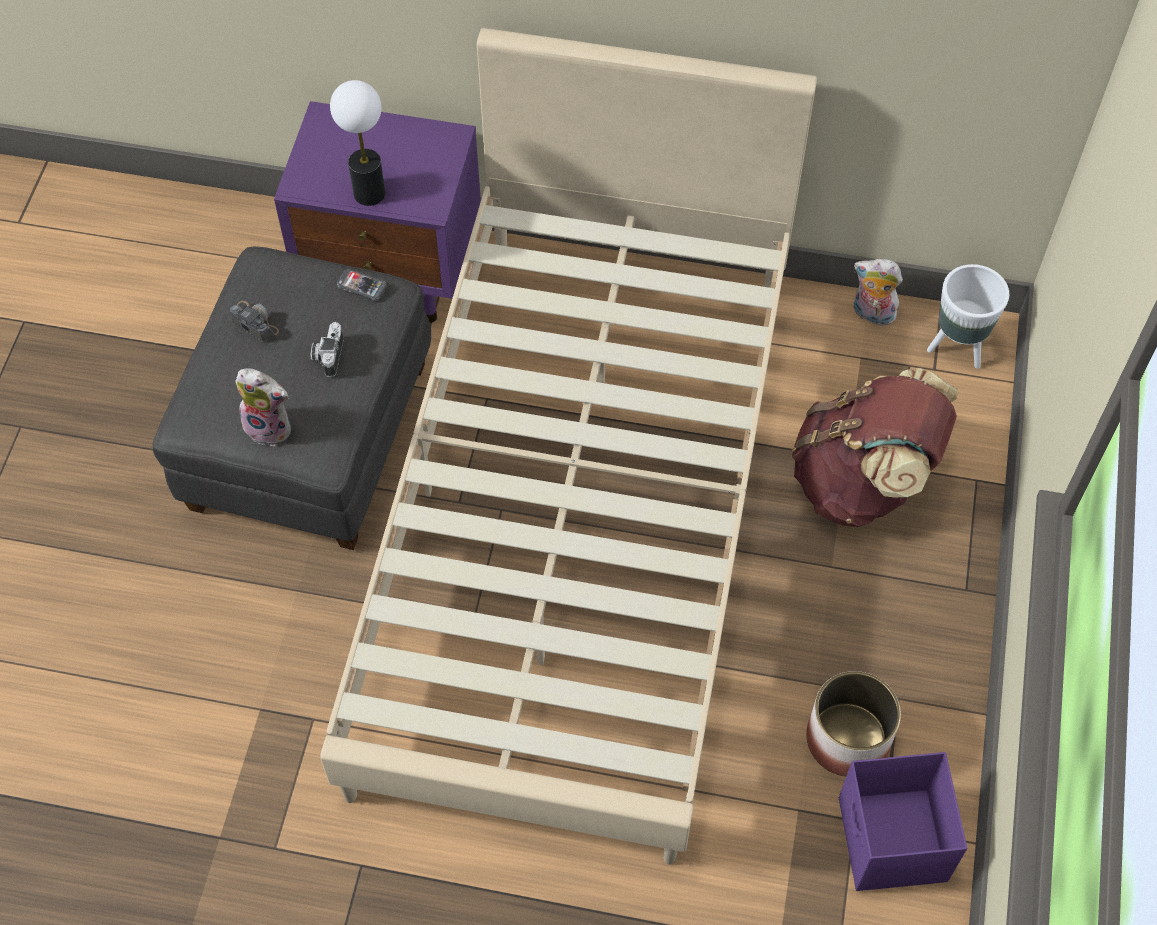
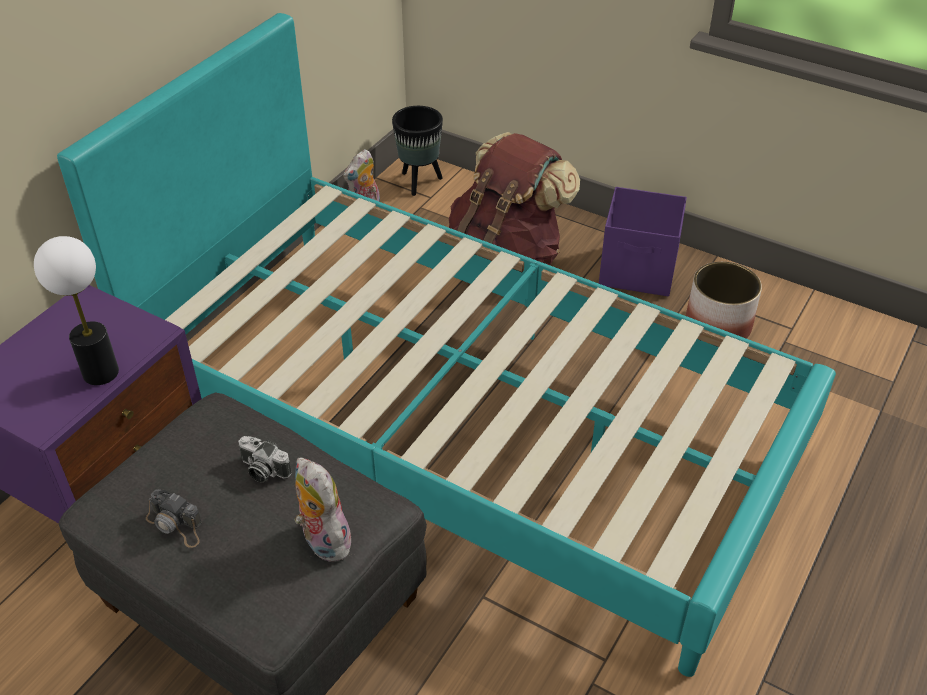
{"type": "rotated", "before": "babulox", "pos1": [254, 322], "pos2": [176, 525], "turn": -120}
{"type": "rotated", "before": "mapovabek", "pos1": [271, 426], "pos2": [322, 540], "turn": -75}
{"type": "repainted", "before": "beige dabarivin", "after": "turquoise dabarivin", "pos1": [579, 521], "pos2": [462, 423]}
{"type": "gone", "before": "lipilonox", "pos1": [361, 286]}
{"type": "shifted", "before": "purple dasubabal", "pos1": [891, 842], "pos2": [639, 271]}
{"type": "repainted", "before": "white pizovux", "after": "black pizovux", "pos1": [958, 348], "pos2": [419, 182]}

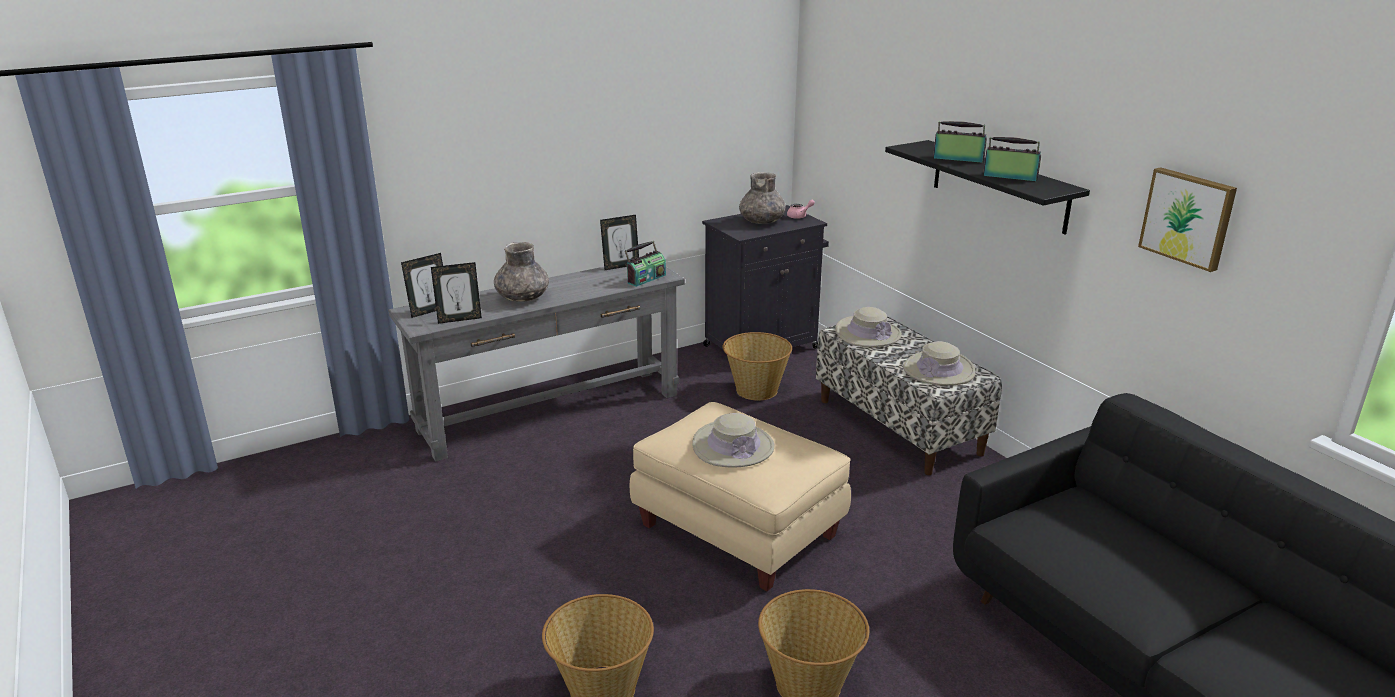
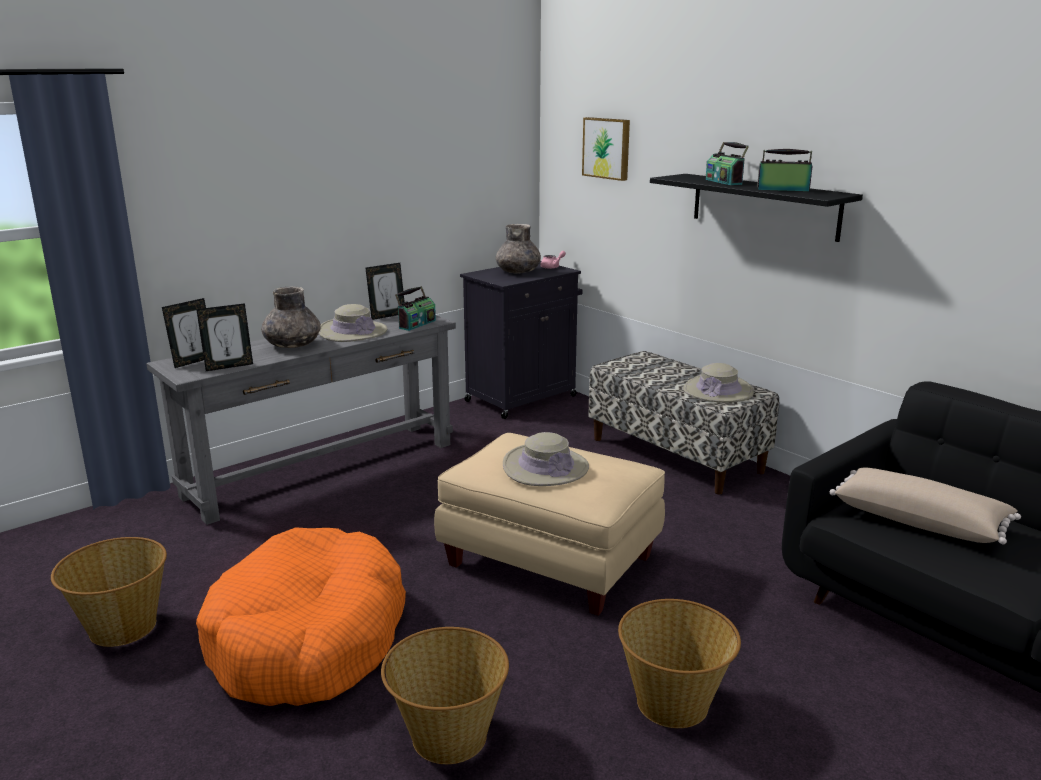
{"type": "shifted", "before": "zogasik", "pos1": [756, 390], "pos2": [122, 627]}
{"type": "shifted", "before": "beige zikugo", "pos1": [868, 333], "pos2": [353, 332]}
{"type": "rotated", "before": "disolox", "pos1": [958, 159], "pos2": [724, 182], "turn": -120}
{"type": "shifted", "before": "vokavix", "pos1": [1188, 218], "pos2": [607, 148]}
{"type": "new", "after": "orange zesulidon", "pos2": [308, 639]}
{"type": "new", "after": "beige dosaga", "pos2": [919, 521]}

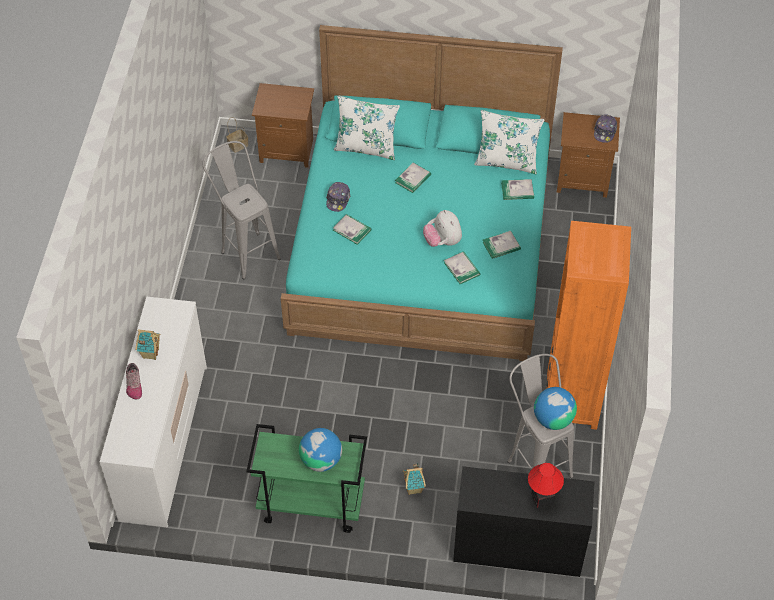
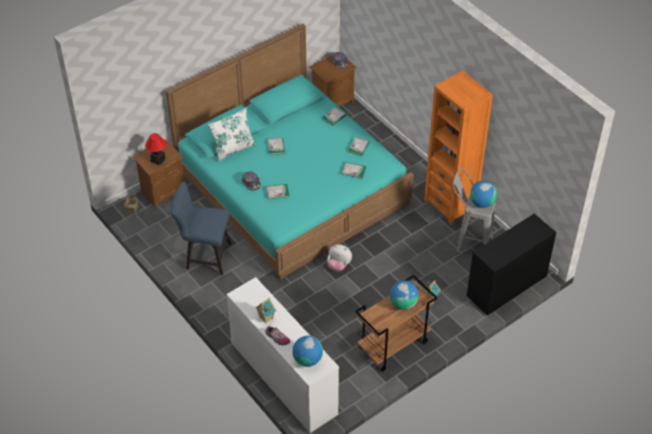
{"type": "swapped", "before": "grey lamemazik", "after": "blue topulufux", "pos1": [246, 250], "pos2": [205, 256]}
{"type": "repainted", "before": "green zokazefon", "after": "brown zokazefon", "pos1": [310, 505], "pos2": [393, 346]}
{"type": "shifted", "before": "mapovabek", "pos1": [442, 241], "pos2": [338, 265]}
{"type": "gone", "before": "white dosaga", "pos1": [507, 161]}
{"type": "shifted", "before": "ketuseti", "pos1": [542, 498], "pos2": [157, 160]}
{"type": "new", "after": "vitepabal", "pos2": [307, 359]}

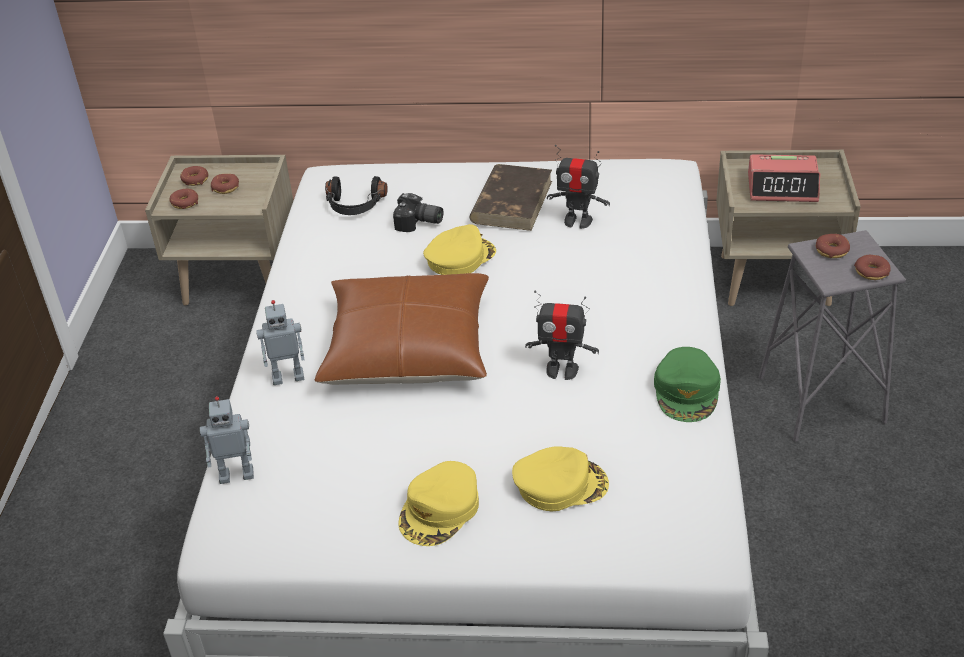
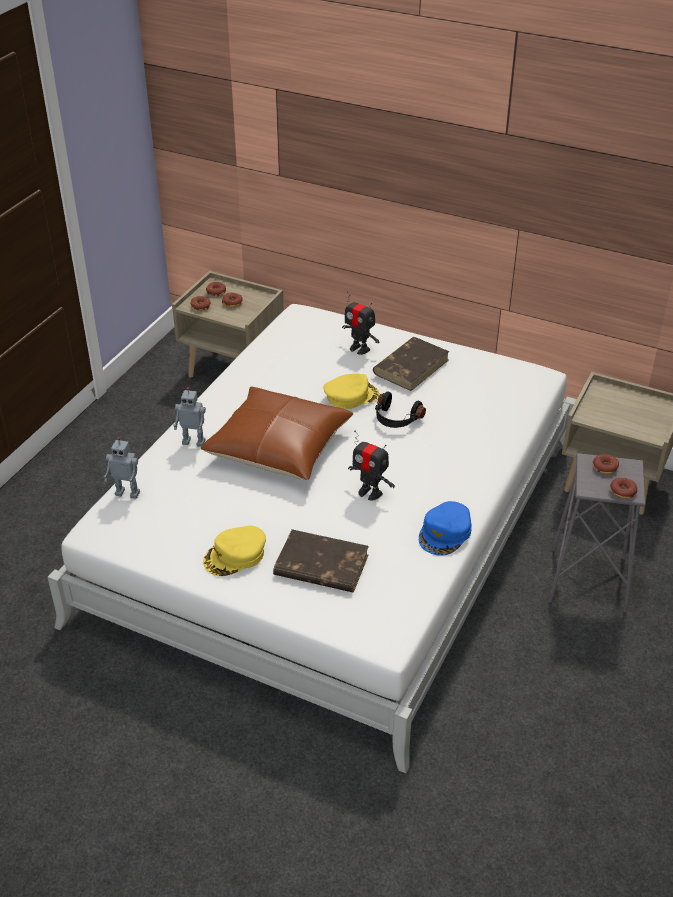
{"type": "shifted", "before": "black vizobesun", "pos1": [355, 206], "pos2": [396, 419]}
{"type": "gone", "before": "babulox", "pos1": [419, 223]}
{"type": "swapped", "before": "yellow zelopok", "after": "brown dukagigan", "pos1": [560, 484], "pos2": [320, 565]}
{"type": "shifted", "before": "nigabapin", "pos1": [577, 221], "pos2": [359, 349]}
{"type": "repainted", "before": "green zelopok", "after": "blue zelopok", "pos1": [687, 391], "pos2": [445, 533]}
{"type": "gone", "before": "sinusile", "pos1": [782, 187]}

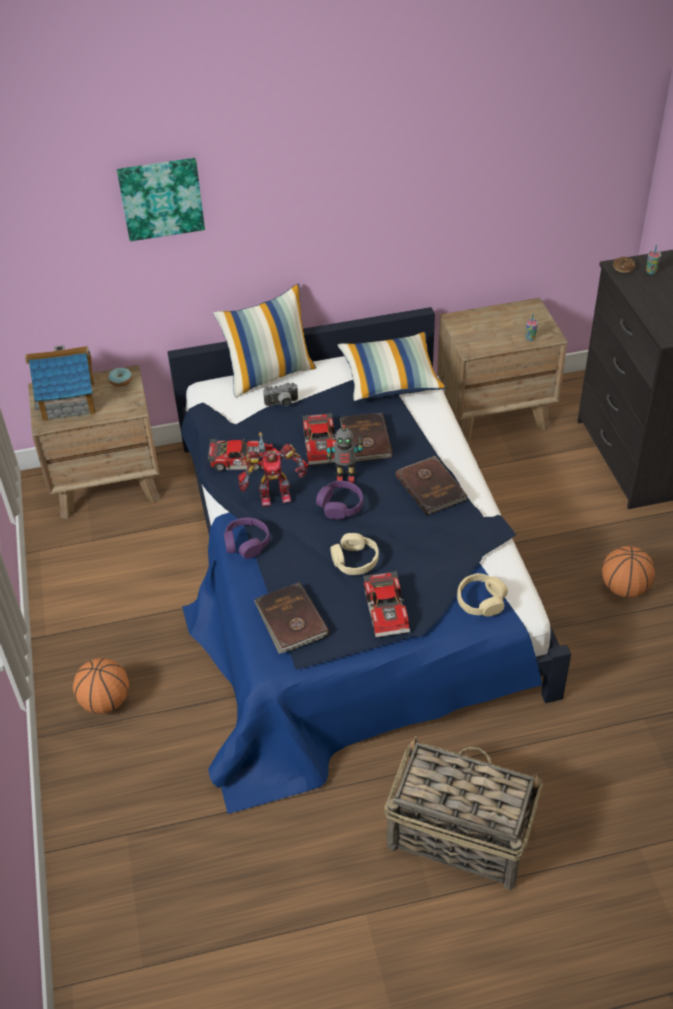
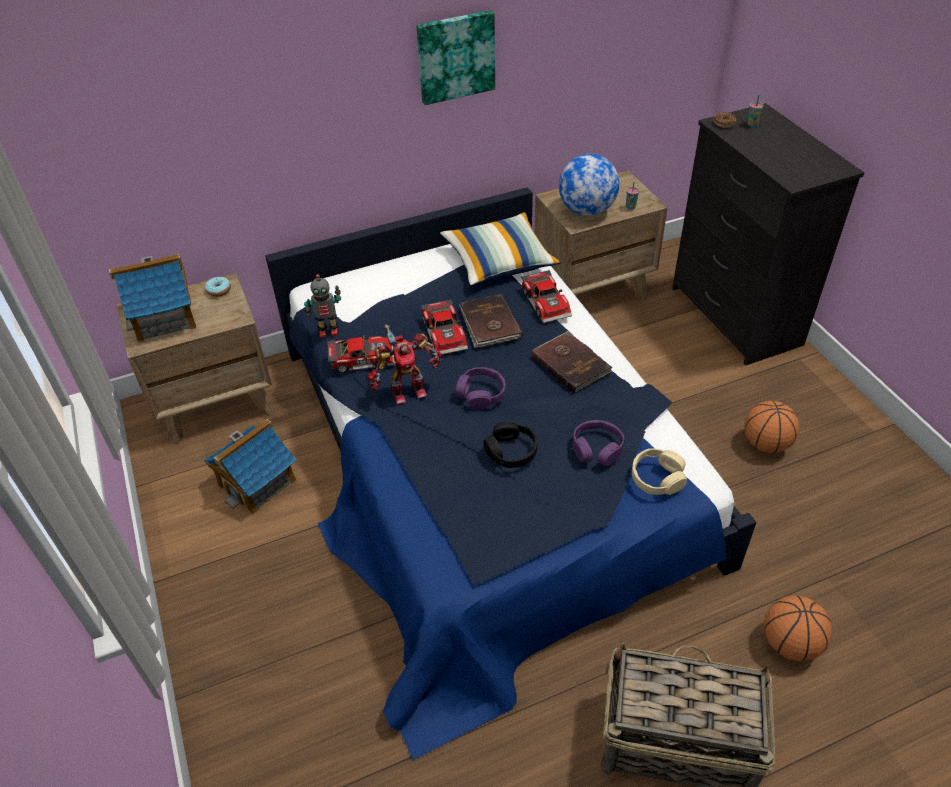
{"type": "shifted", "before": "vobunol", "pos1": [105, 701], "pos2": [790, 643]}
{"type": "shifted", "before": "vokavix", "pos1": [161, 198], "pos2": [455, 56]}
{"type": "gone", "before": "dosaga", "pos1": [270, 374]}
{"type": "shifted", "before": "purple vizobesun", "pos1": [246, 543], "pos2": [597, 448]}
{"type": "gone", "before": "brown dukagigan", "pos1": [290, 620]}
{"type": "gone", "before": "babulox", "pos1": [282, 404]}
{"type": "shifted", "before": "nigabapin", "pos1": [345, 477], "pos2": [328, 331]}
{"type": "repainted", "before": "beige vizobesun", "after": "black vizobesun", "pos1": [355, 560], "pos2": [511, 451]}
{"type": "shifted", "before": "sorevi", "pos1": [388, 609], "pos2": [547, 302]}
{"type": "new", "after": "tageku", "pos2": [257, 482]}
{"type": "new", "after": "vitepabal", "pos2": [586, 211]}

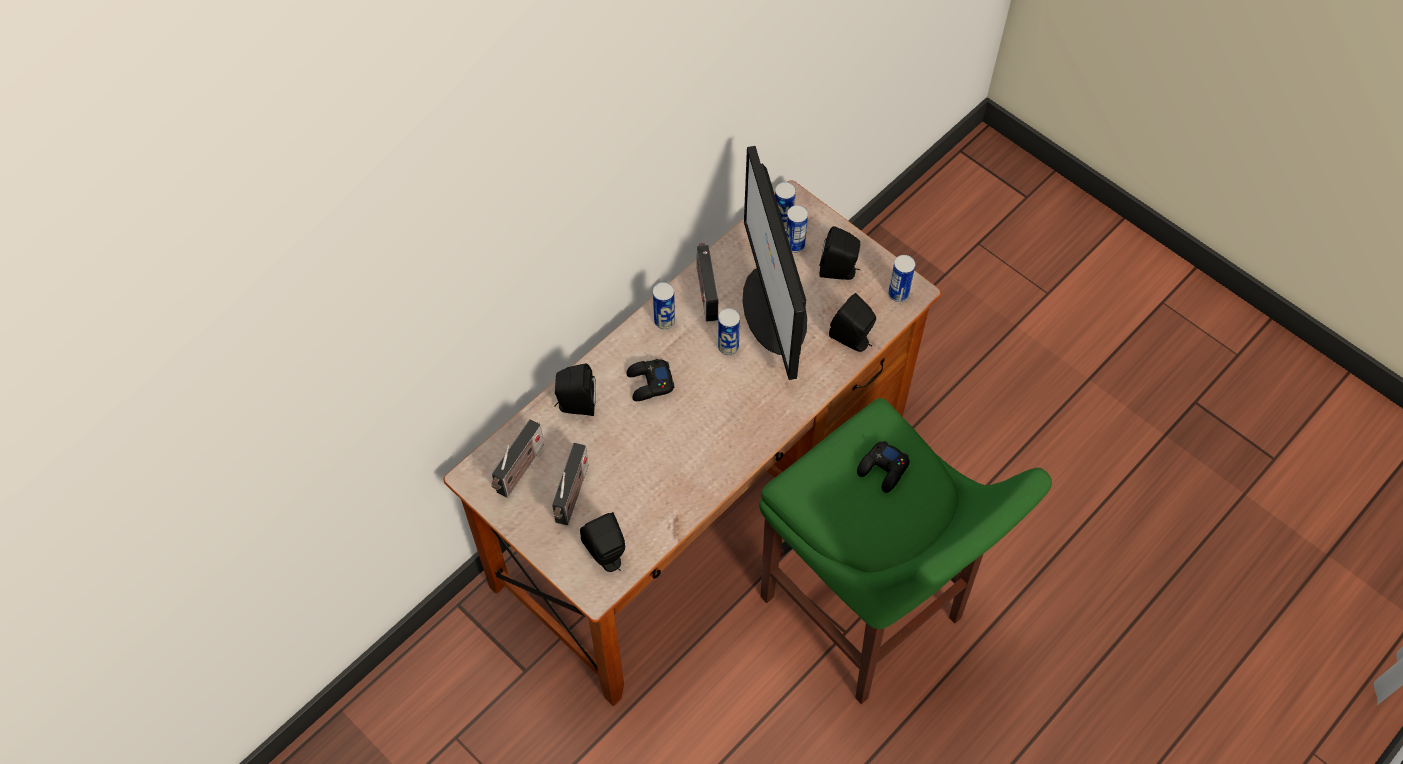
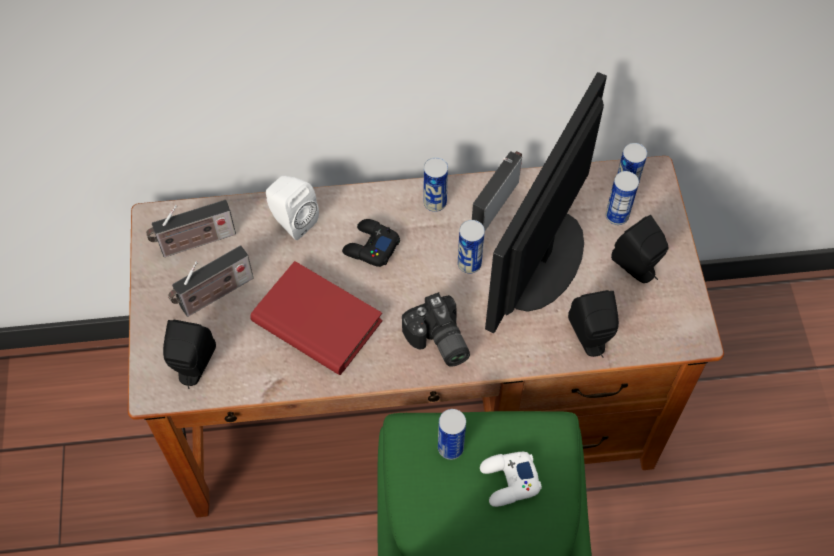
{"type": "repainted", "before": "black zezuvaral", "after": "white zezuvaral", "pos1": [575, 405], "pos2": [292, 221]}
{"type": "repainted", "before": "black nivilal", "after": "white nivilal", "pos1": [883, 469], "pos2": [509, 481]}
{"type": "shifted", "before": "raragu", "pos1": [898, 294], "pos2": [450, 448]}
{"type": "new", "after": "red dukagigan", "pos2": [317, 322]}
{"type": "new", "after": "babulox", "pos2": [437, 342]}

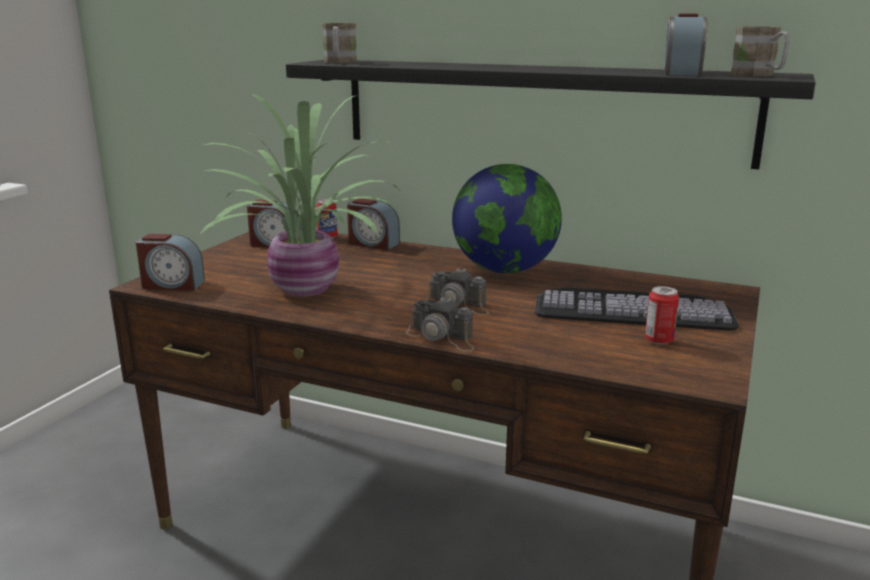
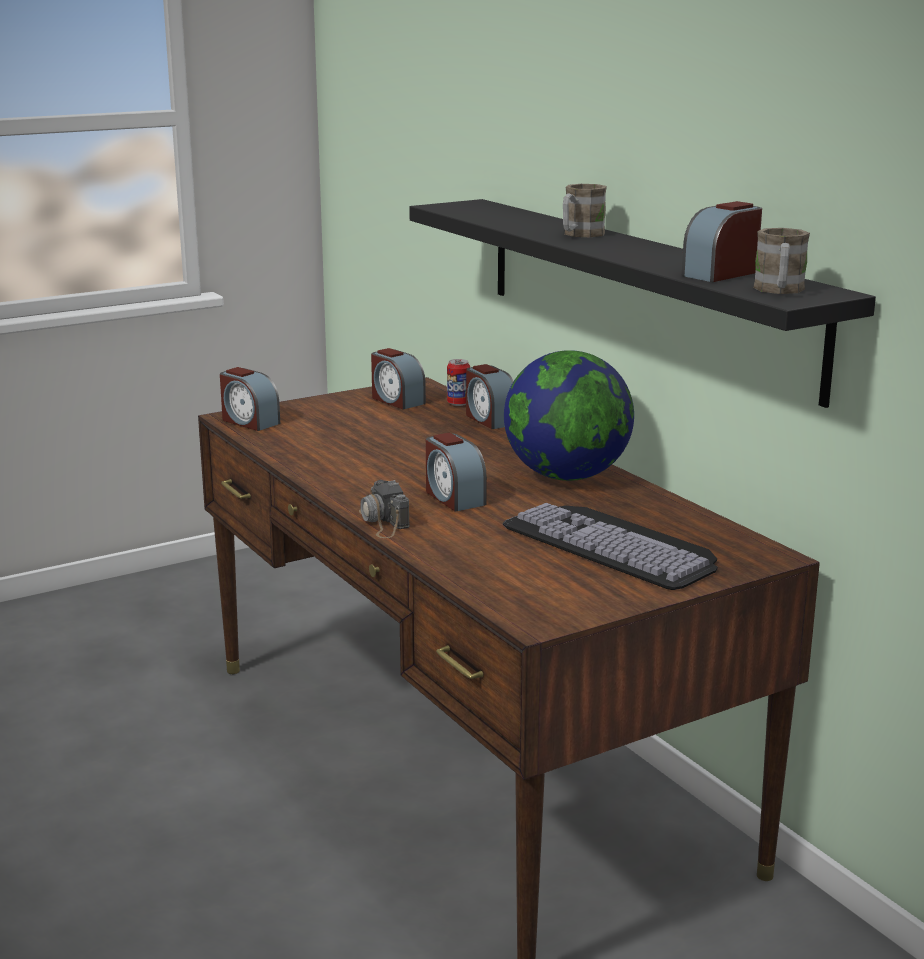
{"type": "gone", "before": "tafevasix", "pos1": [305, 290]}
{"type": "shifted", "before": "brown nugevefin", "pos1": [339, 62], "pos2": [579, 235]}
{"type": "swapped", "before": "babulox", "after": "sinusile", "pos1": [459, 304], "pos2": [453, 498]}
{"type": "gone", "before": "raragu", "pos1": [659, 340]}

